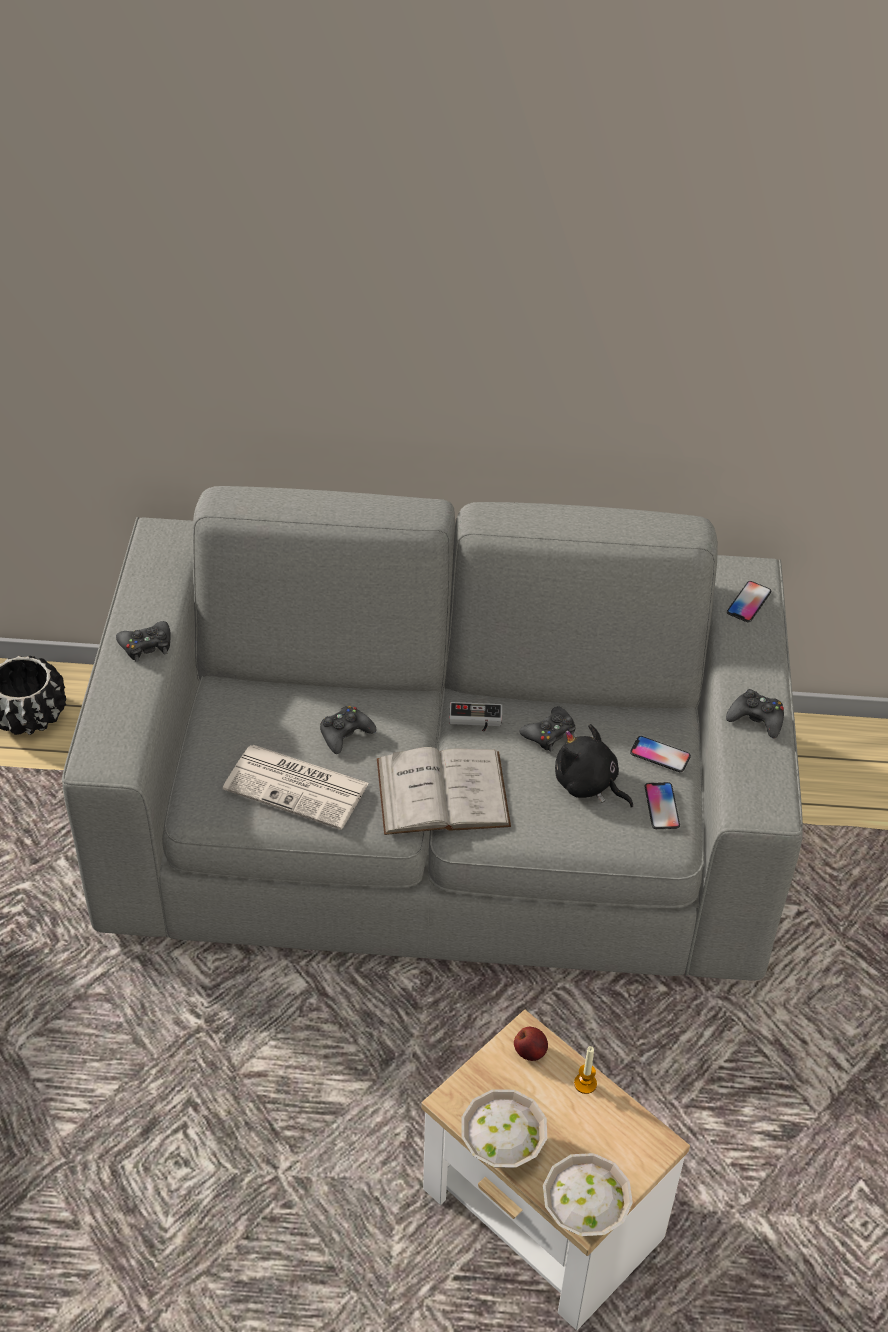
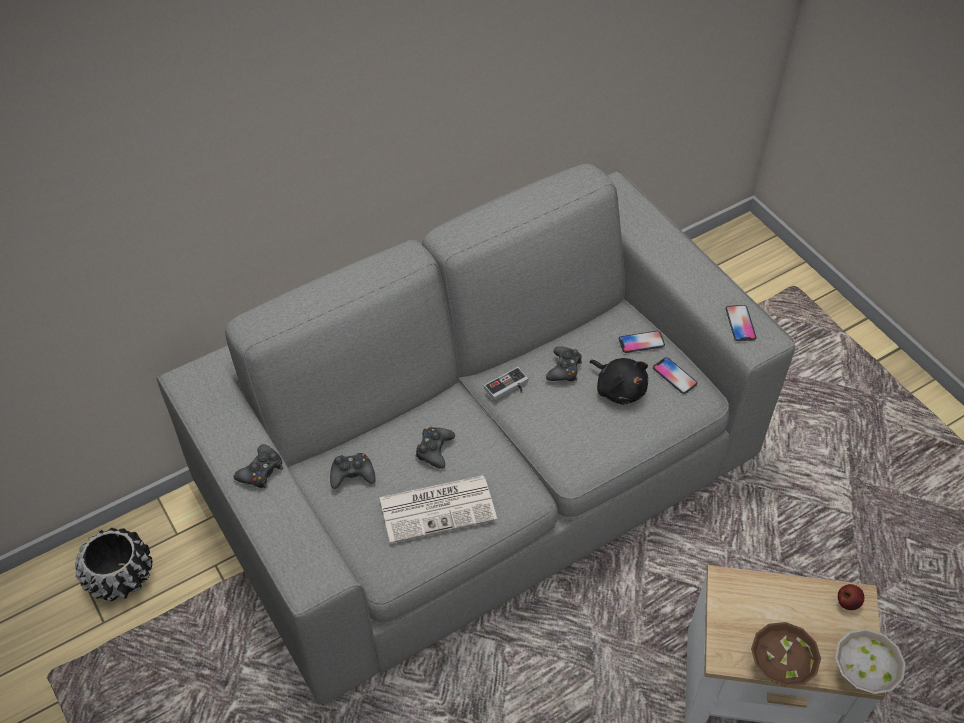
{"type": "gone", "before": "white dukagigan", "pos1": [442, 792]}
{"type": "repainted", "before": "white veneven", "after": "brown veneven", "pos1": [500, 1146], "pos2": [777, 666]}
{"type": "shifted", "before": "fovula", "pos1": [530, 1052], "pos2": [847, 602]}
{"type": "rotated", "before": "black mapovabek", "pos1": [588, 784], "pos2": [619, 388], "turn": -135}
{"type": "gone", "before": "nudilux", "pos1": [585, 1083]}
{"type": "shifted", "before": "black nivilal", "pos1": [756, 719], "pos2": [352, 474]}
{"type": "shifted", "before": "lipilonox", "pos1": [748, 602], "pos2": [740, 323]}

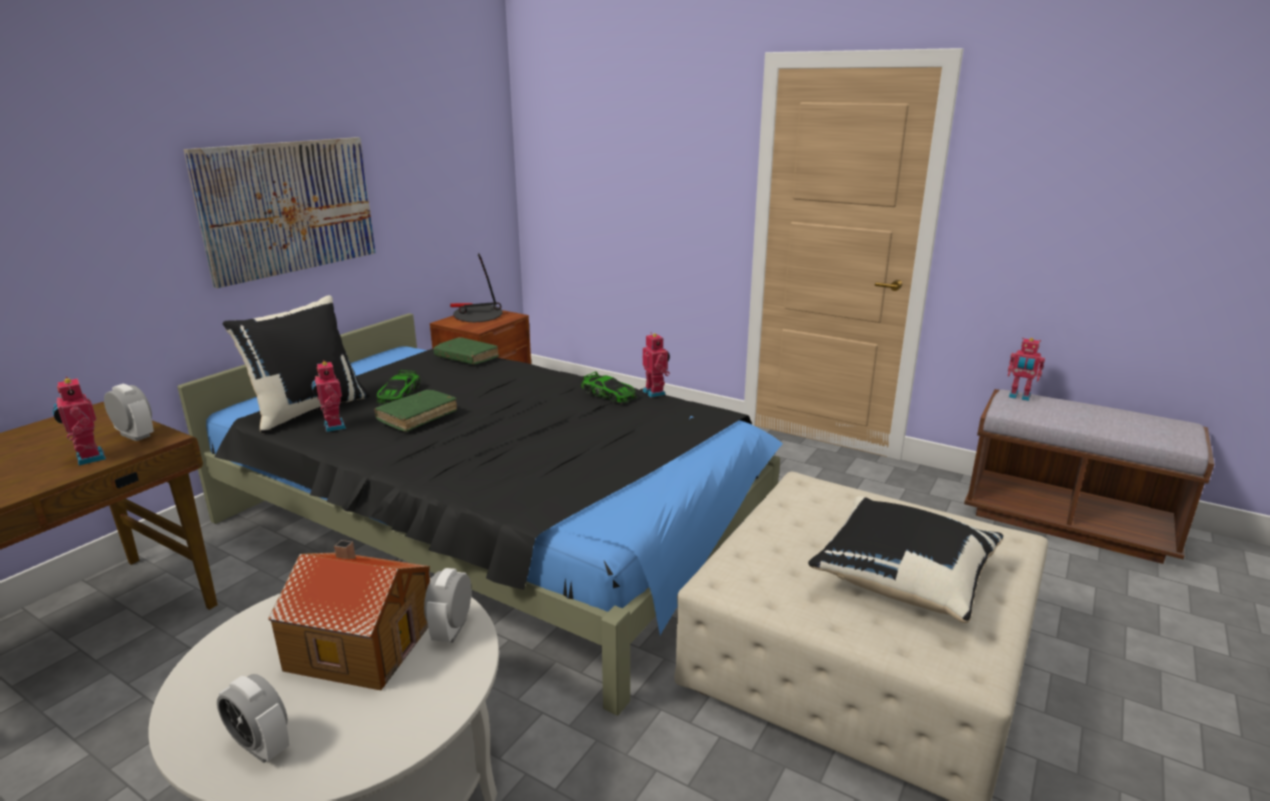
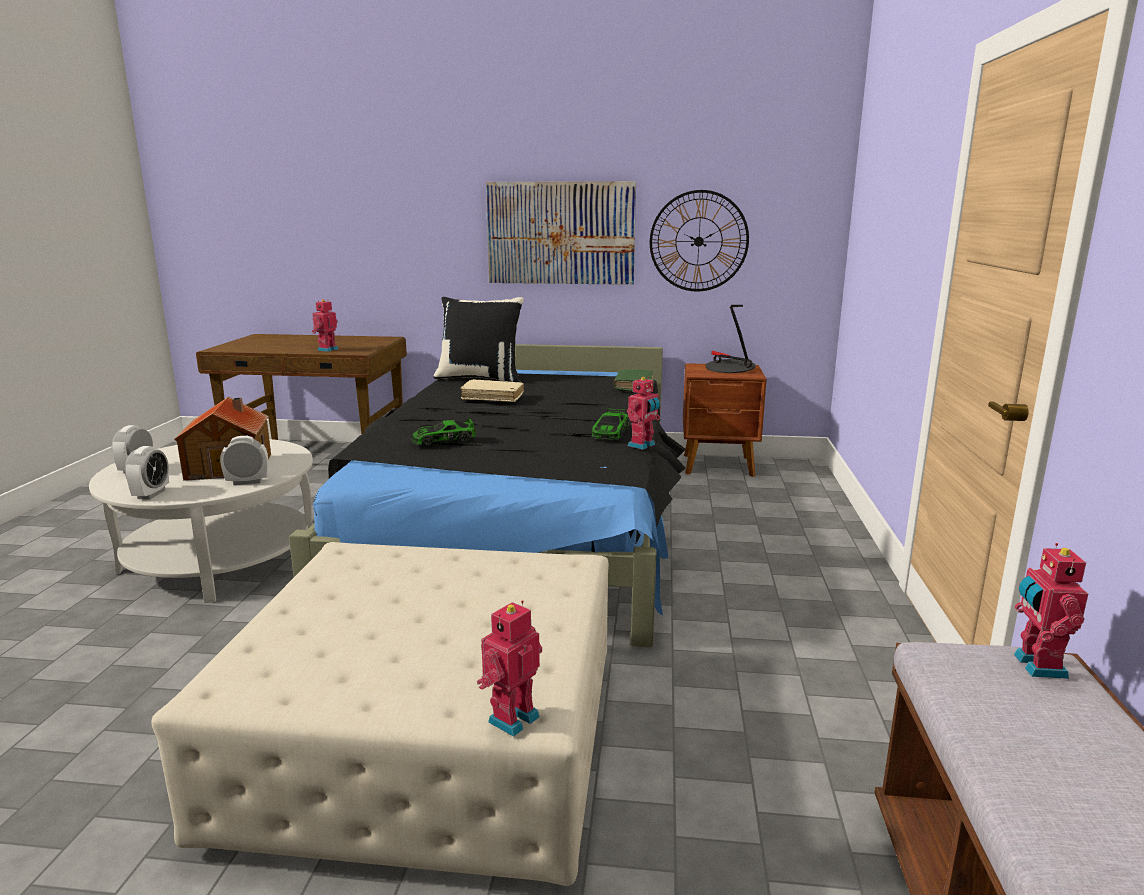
{"type": "shifted", "before": "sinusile", "pos1": [135, 435], "pos2": [151, 494]}
{"type": "shifted", "before": "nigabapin", "pos1": [332, 426], "pos2": [511, 718]}
{"type": "repainted", "before": "green dukagigan", "after": "beige dukagigan", "pos1": [417, 417], "pos2": [492, 397]}
{"type": "shifted", "before": "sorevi", "pos1": [399, 394], "pos2": [443, 439]}
{"type": "gone", "before": "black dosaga", "pos1": [902, 578]}
{"type": "new", "after": "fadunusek", "pos2": [698, 241]}

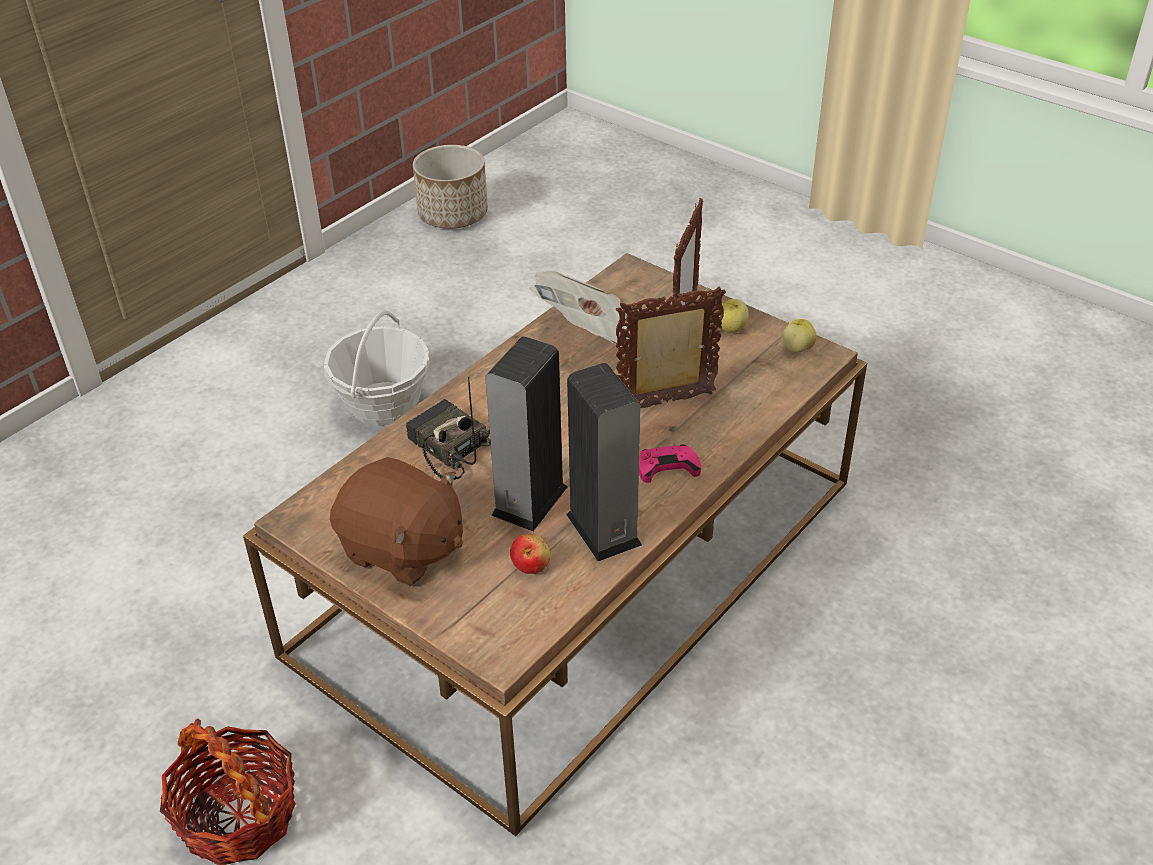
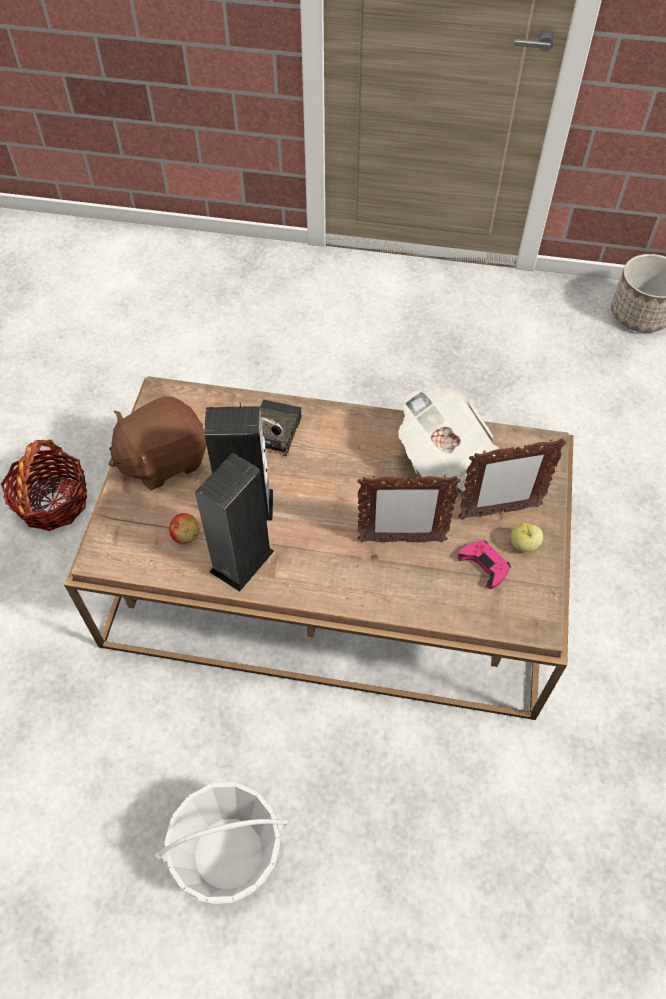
{"type": "shifted", "before": "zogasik", "pos1": [383, 404], "pos2": [228, 853]}
{"type": "rotated", "before": "brown mapovabek", "pos1": [402, 549], "pos2": [163, 459], "turn": 60}
{"type": "rotated", "before": "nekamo", "pos1": [667, 403], "pos2": [401, 540], "turn": 135}
{"type": "shifted", "before": "pink nivilal", "pos1": [667, 467], "pos2": [484, 565]}
{"type": "gone", "before": "fovula", "pos1": [797, 348]}

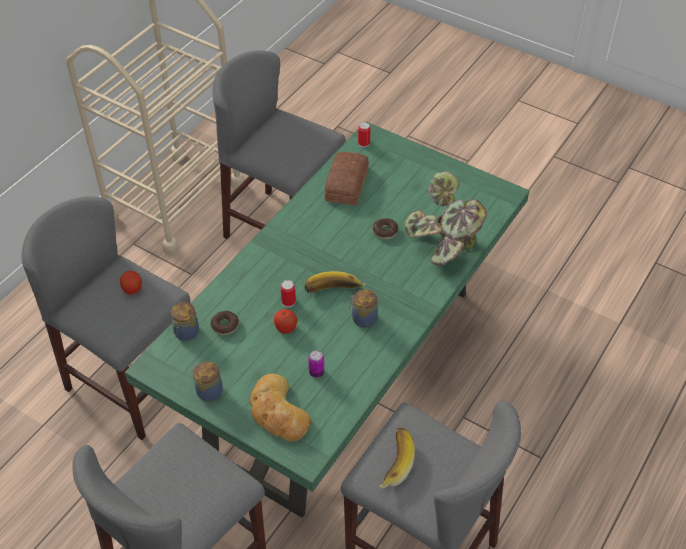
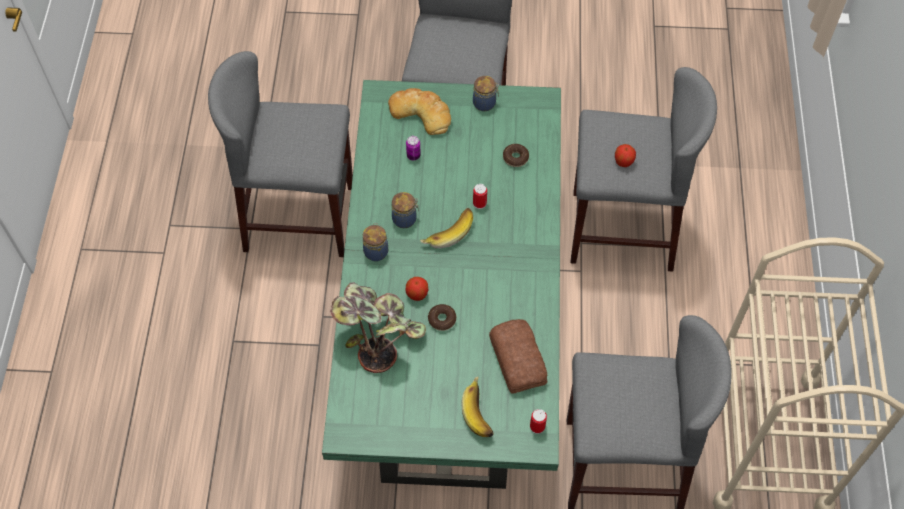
{"type": "shifted", "before": "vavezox", "pos1": [186, 333], "pos2": [376, 250]}
{"type": "shifted", "before": "fovula", "pos1": [286, 328], "pos2": [417, 294]}
{"type": "shifted", "before": "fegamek", "pos1": [392, 463], "pos2": [481, 412]}

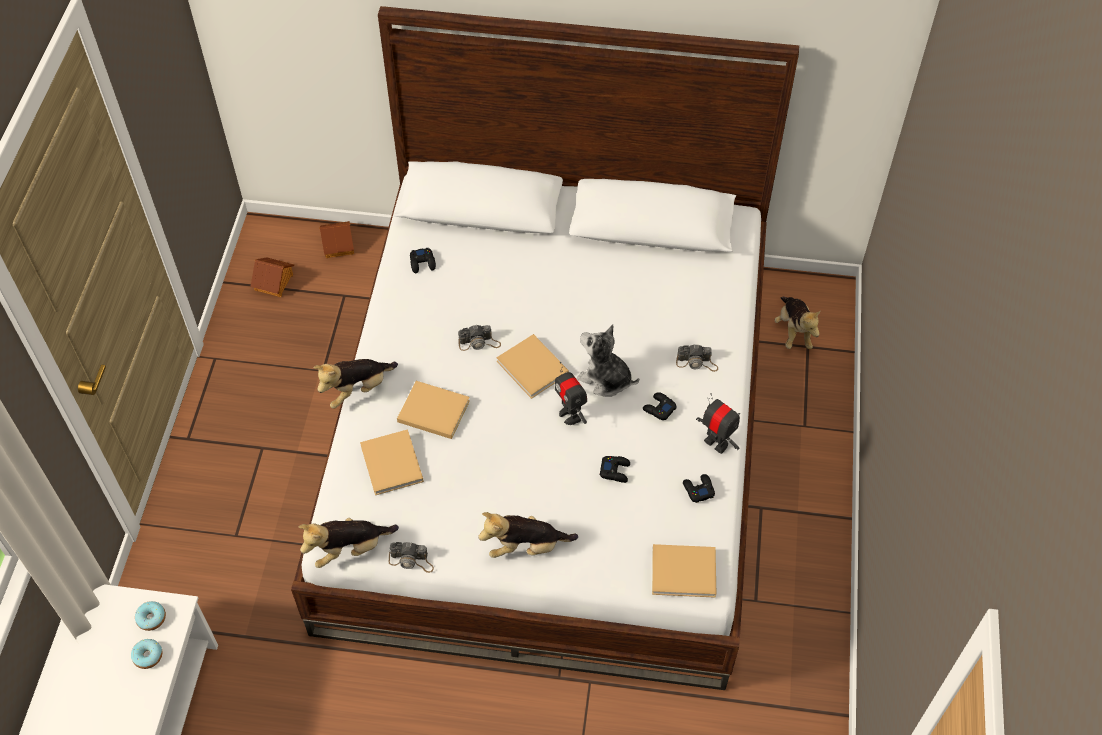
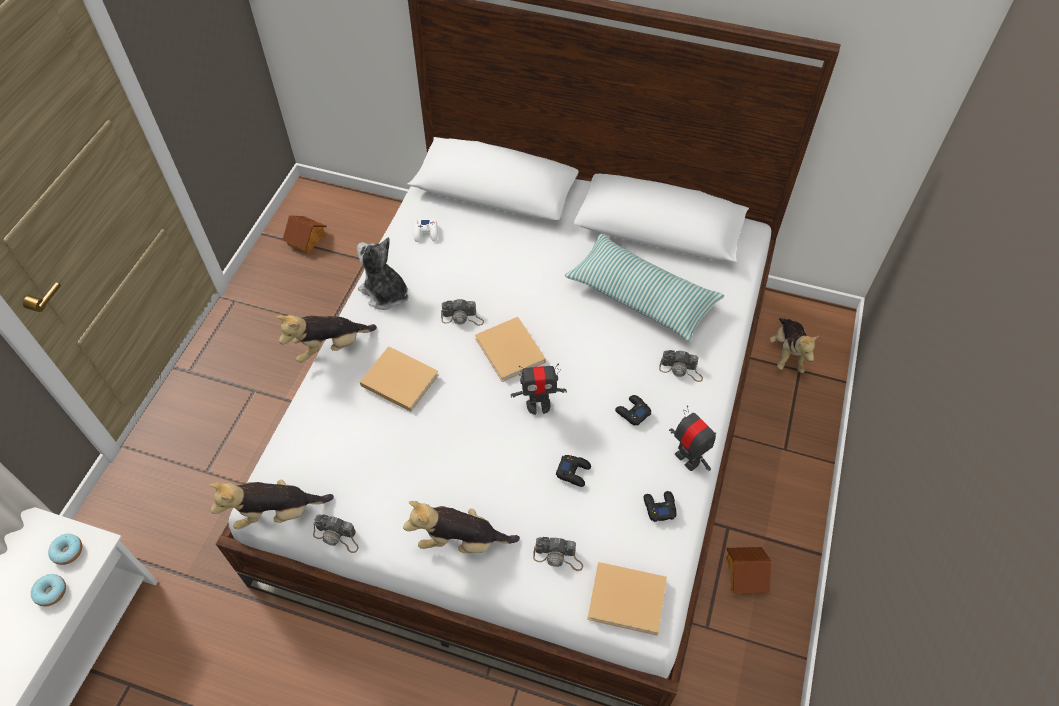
{"type": "shifted", "before": "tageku", "pos1": [339, 244], "pos2": [746, 574]}
{"type": "gone", "before": "beige dukagigan", "pos1": [392, 465]}
{"type": "repainted", "before": "black nivilal", "after": "white nivilal", "pos1": [423, 263], "pos2": [426, 233]}
{"type": "rotated", "before": "nigabapin", "pos1": [570, 415], "pos2": [538, 405], "turn": -75}
{"type": "shifted", "before": "mapovabek", "pos1": [605, 379], "pos2": [385, 293]}
{"type": "new", "after": "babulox", "pos2": [558, 557]}
{"type": "new", "after": "dosaga", "pos2": [641, 296]}

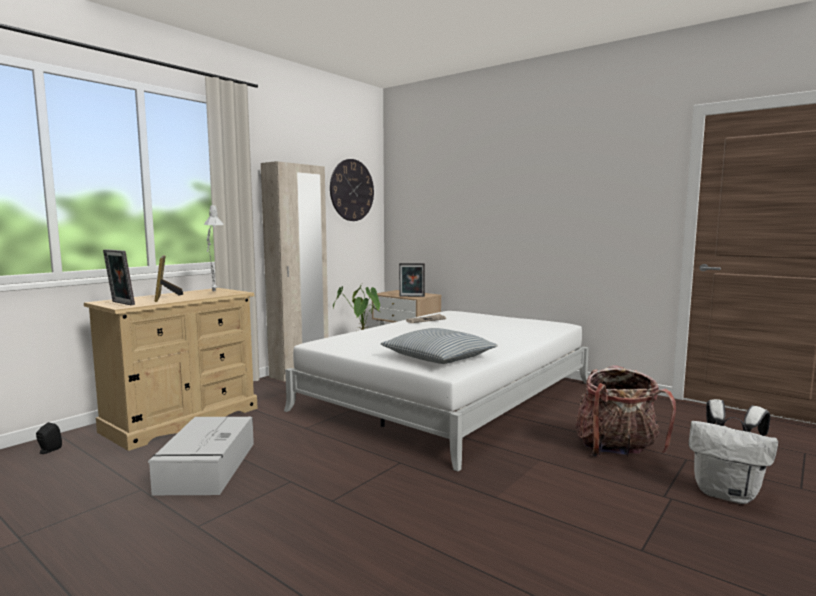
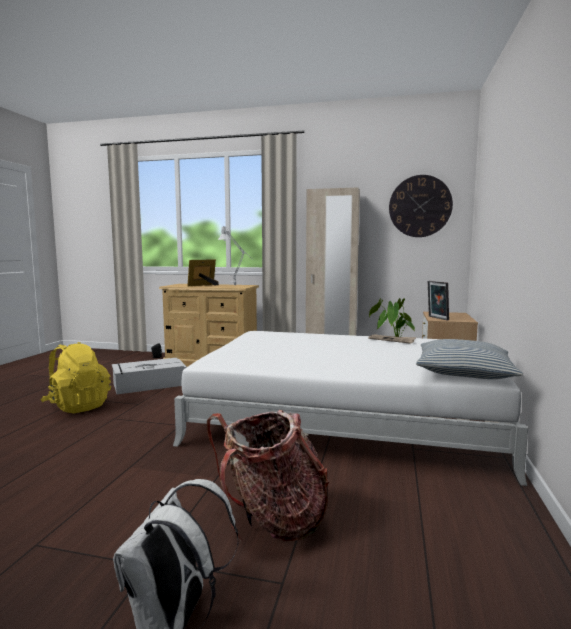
{"type": "gone", "before": "nekamo", "pos1": [120, 303]}
{"type": "shifted", "before": "dosaga", "pos1": [438, 357], "pos2": [464, 371]}
{"type": "new", "after": "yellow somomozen", "pos2": [77, 406]}

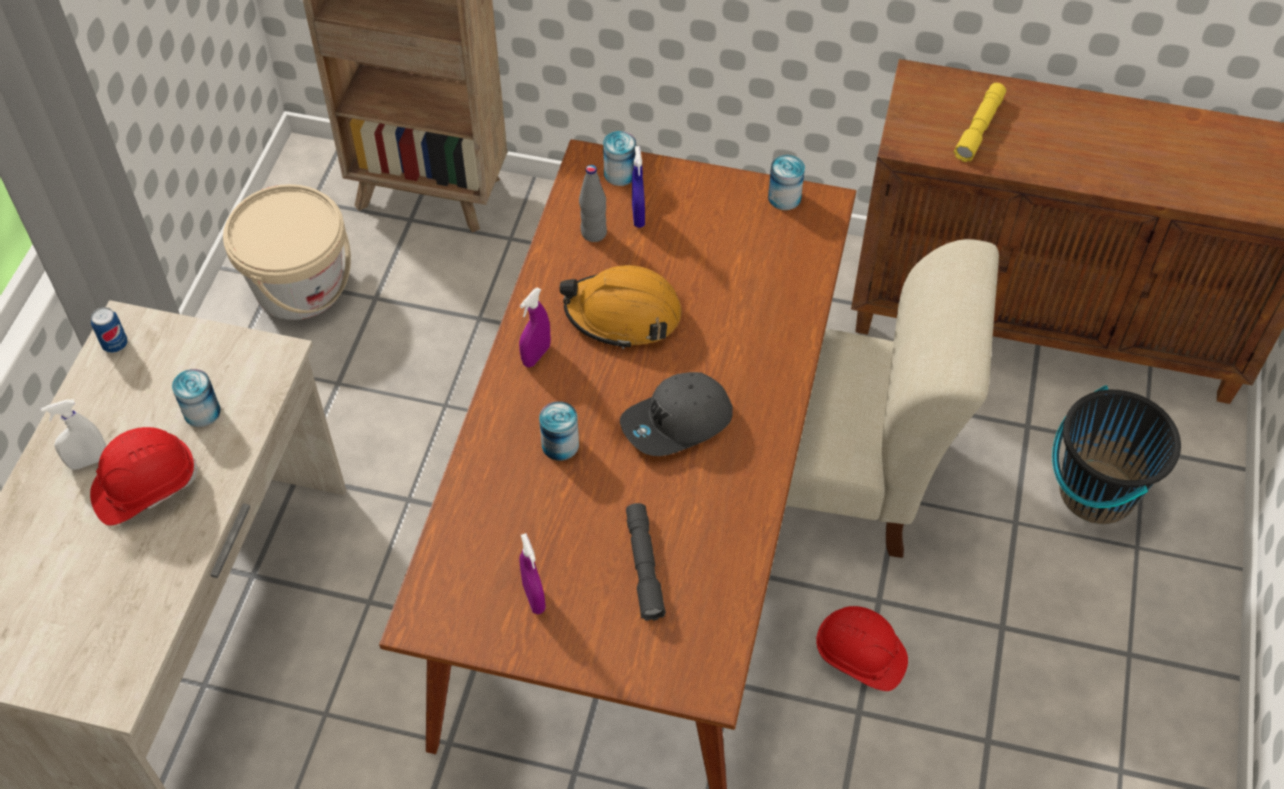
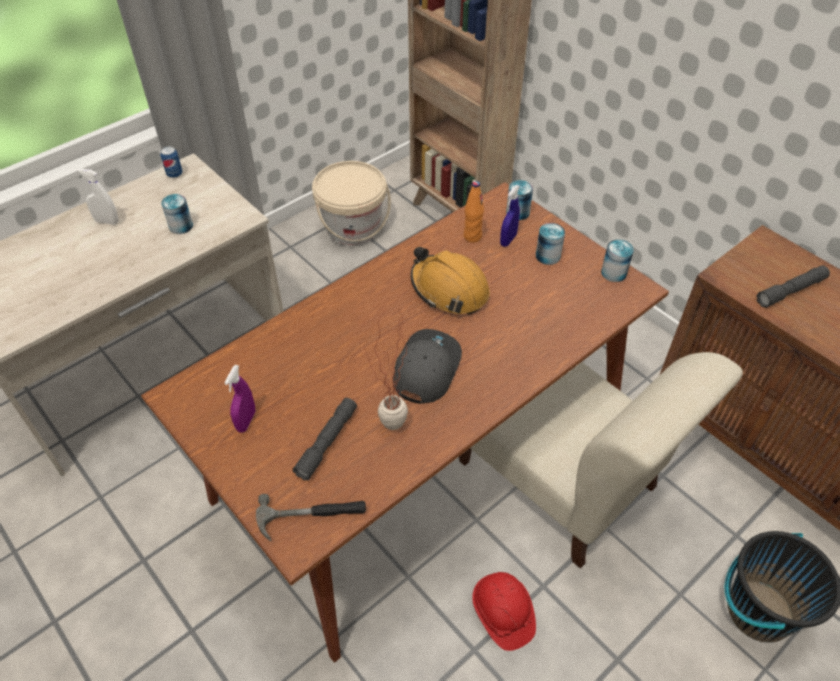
{"type": "gone", "before": "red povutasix", "pos1": [145, 487]}
{"type": "gone", "before": "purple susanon", "pos1": [536, 355]}
{"type": "shifted", "before": "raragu", "pos1": [560, 445], "pos2": [548, 256]}
{"type": "repainted", "before": "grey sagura", "after": "orange sagura", "pos1": [593, 233], "pos2": [472, 236]}
{"type": "rotated", "before": "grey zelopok", "pos1": [677, 423], "pos2": [426, 369], "turn": 105}
{"type": "repainted", "before": "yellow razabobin", "after": "grey razabobin", "pos1": [979, 128], "pos2": [790, 291]}
{"type": "new", "after": "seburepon", "pos2": [311, 516]}
{"type": "new", "after": "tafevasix", "pos2": [388, 431]}

